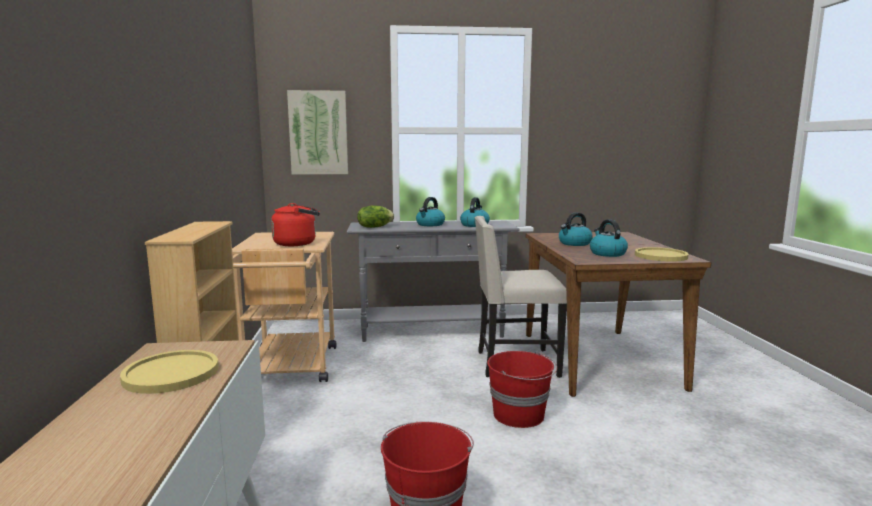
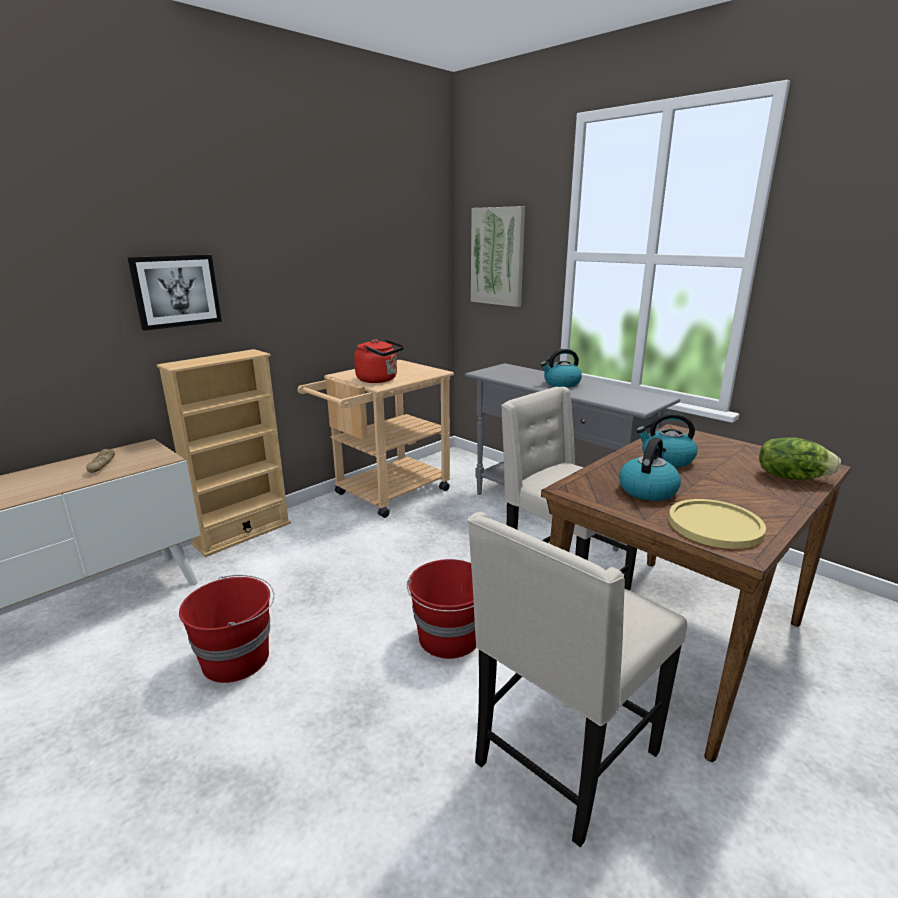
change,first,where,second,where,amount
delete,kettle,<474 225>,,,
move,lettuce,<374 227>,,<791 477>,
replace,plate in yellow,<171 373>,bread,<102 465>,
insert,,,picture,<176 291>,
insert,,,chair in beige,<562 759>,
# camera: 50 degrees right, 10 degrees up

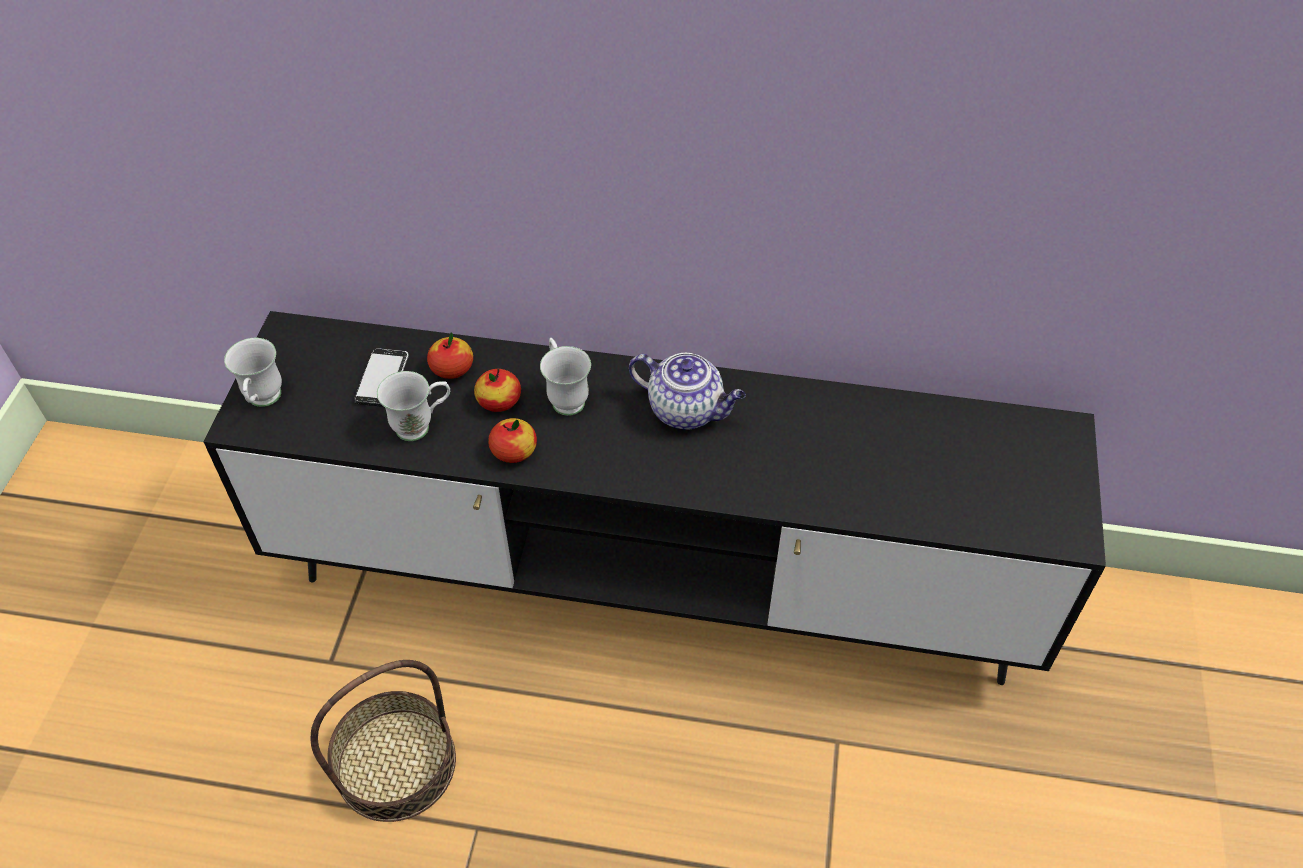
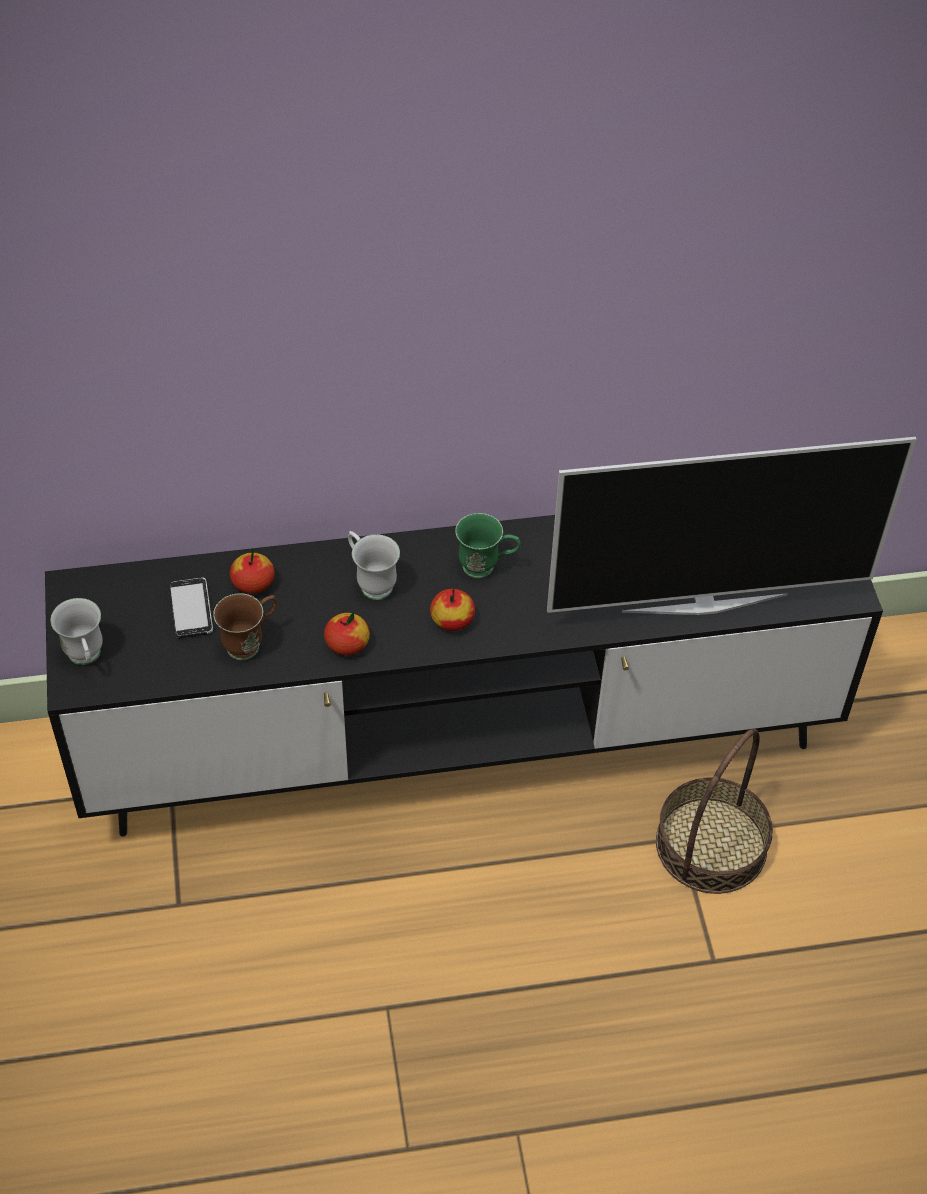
change,first,where,second,where,amount
replace,teapot,<687 410>,mug in green,<486 567>,
move,apple,<499 401>,,<452 620>,
recolor,mug in white,<421 426>,mug in brown,<250 643>,
move,basket,<396 763>,,<710 844>,
insert,,,television,<704 601>,
# camera: 20 degrees left, 0 degrees up

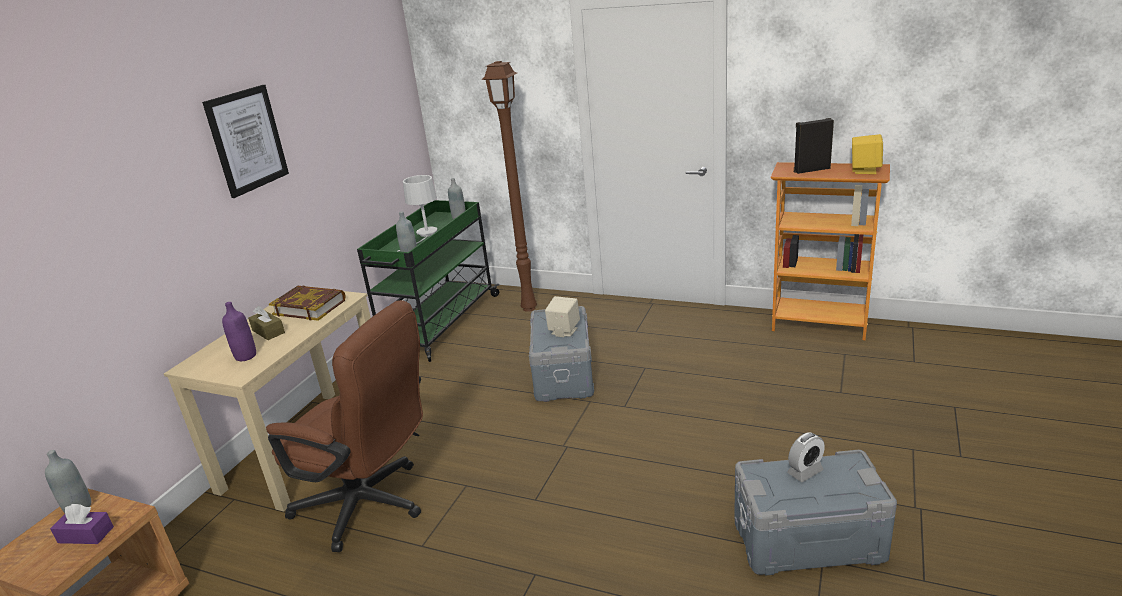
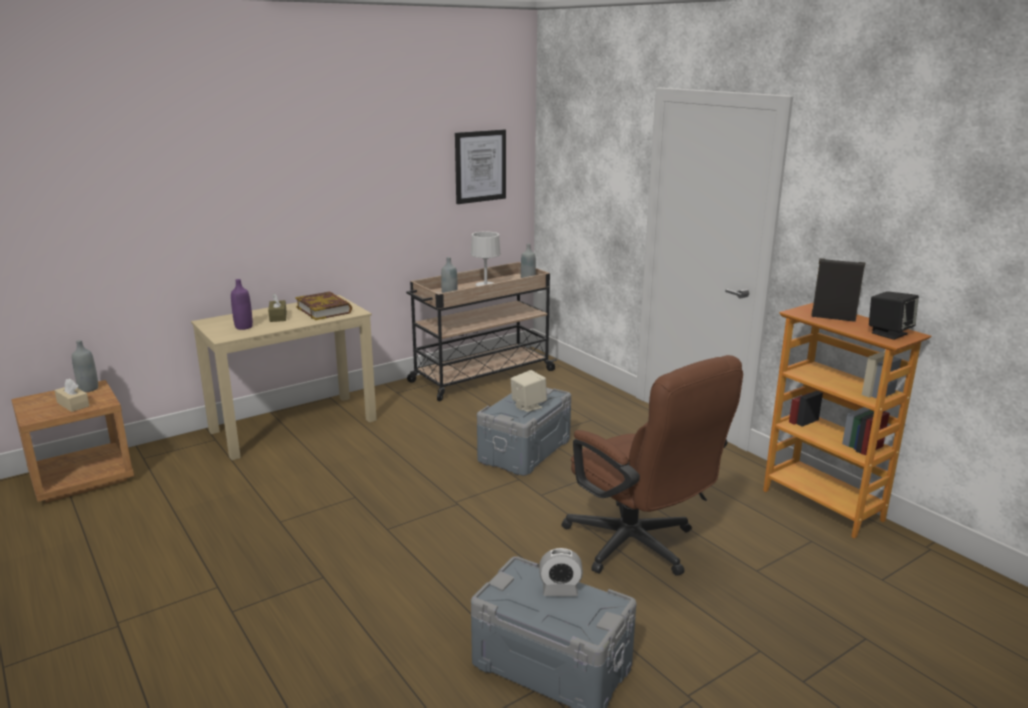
change,first,where,second,where,amount
delete,floor lamp in brown,<530 308>,,,
move,picture,<247 140>,,<480 166>,
recolor,speaker in yellow,<865 170>,speaker in black,<889 333>,
recolor,cart in green,<439 324>,cart in beige,<480 376>,
move,office chair in brown,<371 506>,,<639 548>,
recolor,tissue box in purple,<86 535>,tissue box in beige,<73 404>,
# camera: 30 degrees right, 5 degrees down

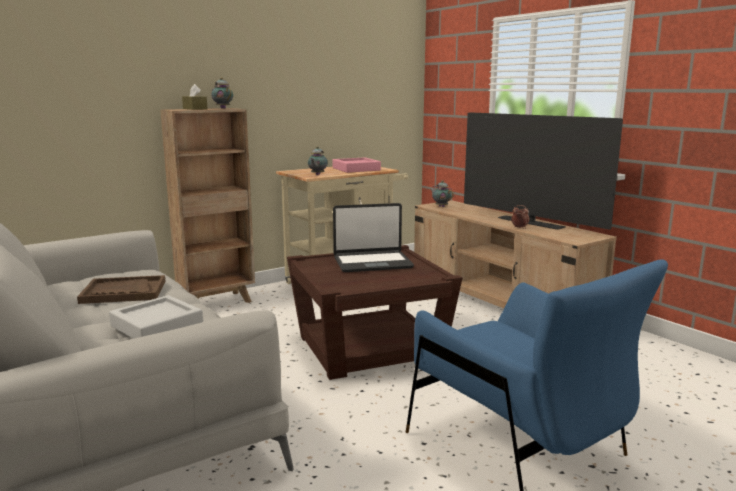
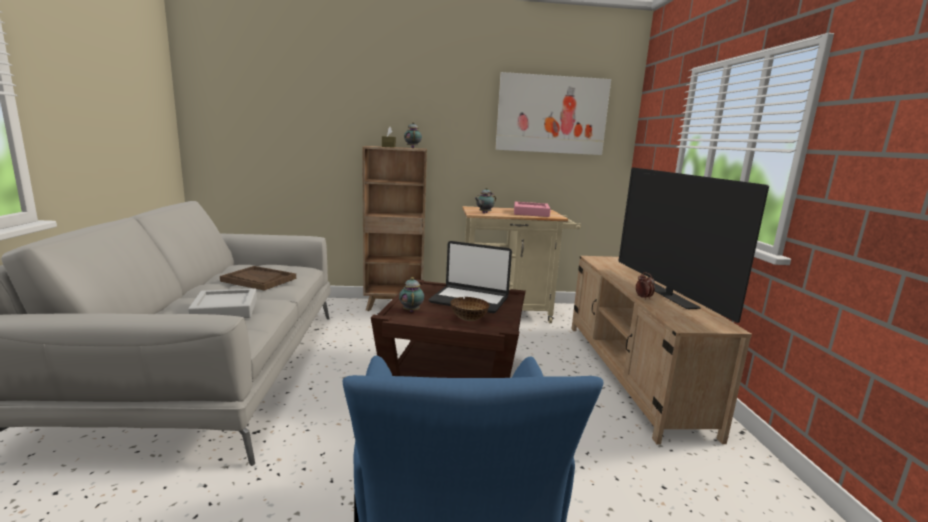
change,first,where,second,where,amount
move,teapot,<441 206>,,<411 310>,
insert,,,picture,<551 115>,
insert,,,bowl,<469 319>,
# camera: 30 degrees right, 0 degrees up

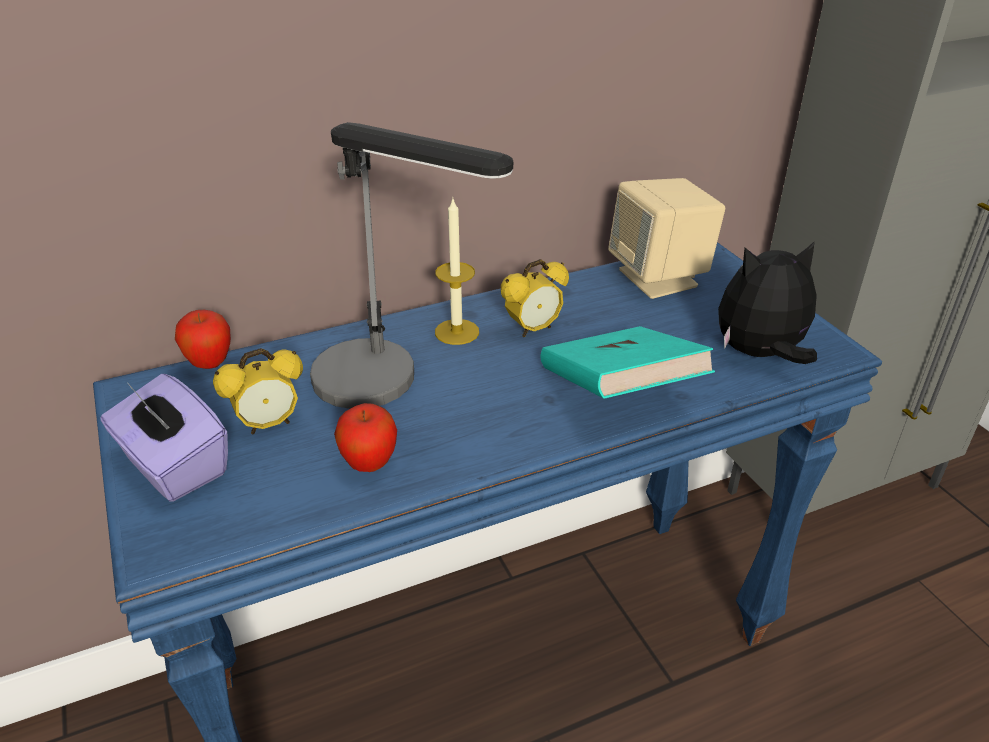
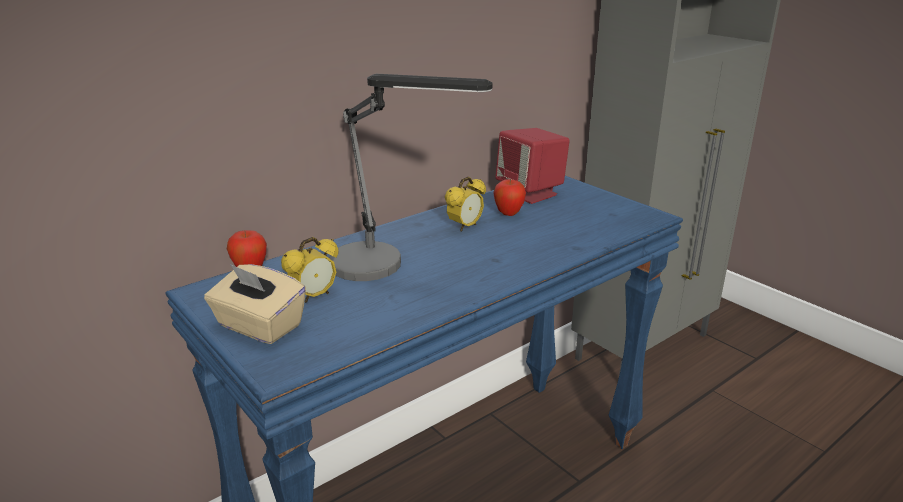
change,first,where,second,where,amount
recolor,speaker in beige,<659 278>,speaker in red,<531 193>,
delete,candle,<457 332>,,,
delete,plush toy,<759 355>,,,
delete,book in turquoise,<618 392>,,,
recolor,tissue box in purple,<173 466>,tissue box in beige,<259 326>,
move,apple,<369 464>,,<508 214>,
# camera: 15 degrees left, 10 degrees down

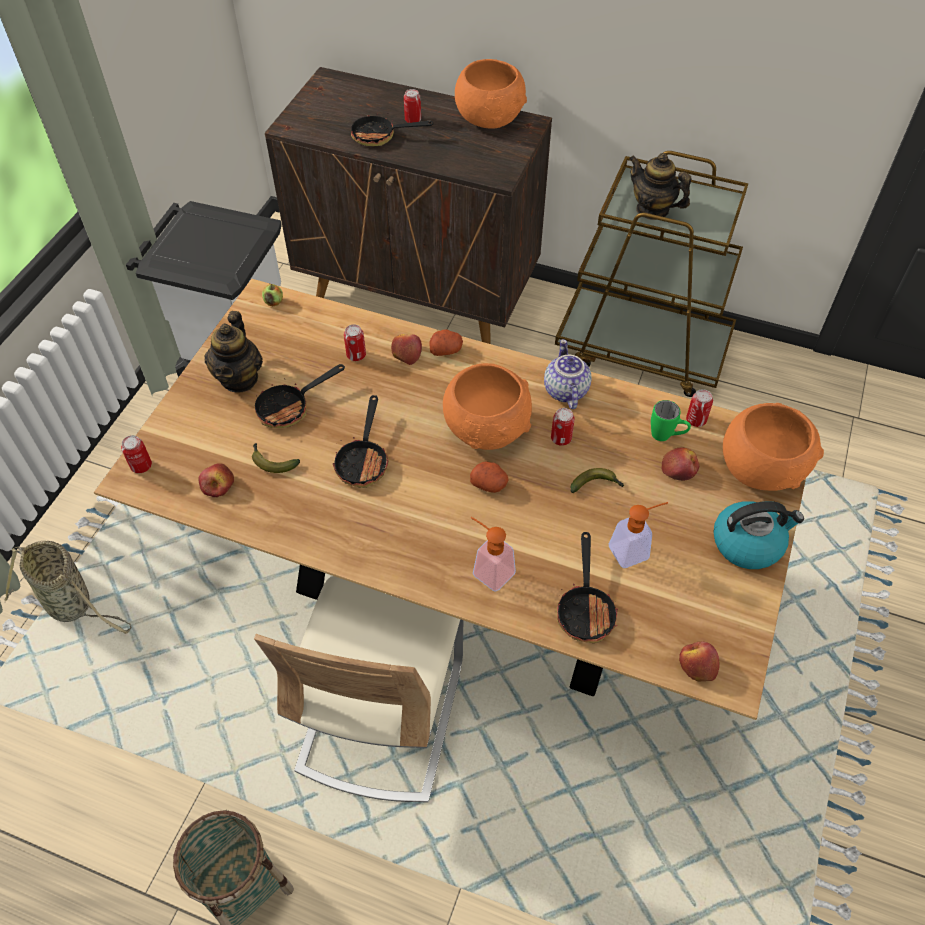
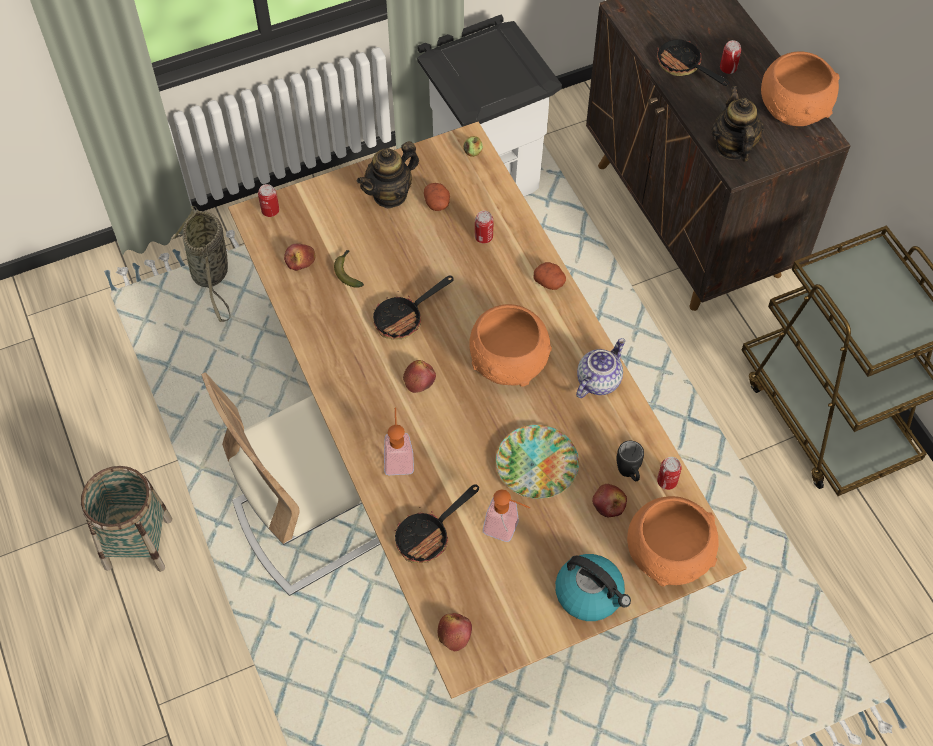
change,first,where,second,where,amount
move,teapot,<652 209>,,<732 147>,
move,apple,<406 353>,,<419 379>,
delete,frying pan,<290 407>,,,
recolor,mug in green,<666 436>,mug in black,<629 474>,
delete,can,<561 438>,,,
move,potato,<489 484>,,<437 203>,
replace,banana,<596 485>,plate,<536 465>,
# camera: 45 degrees right, 5 degrees up

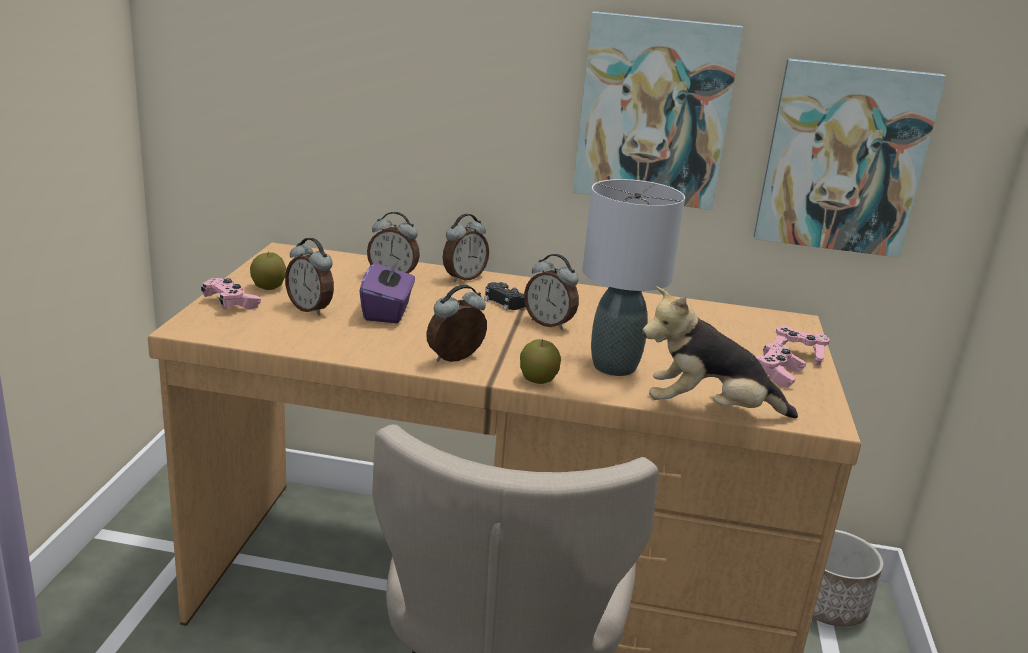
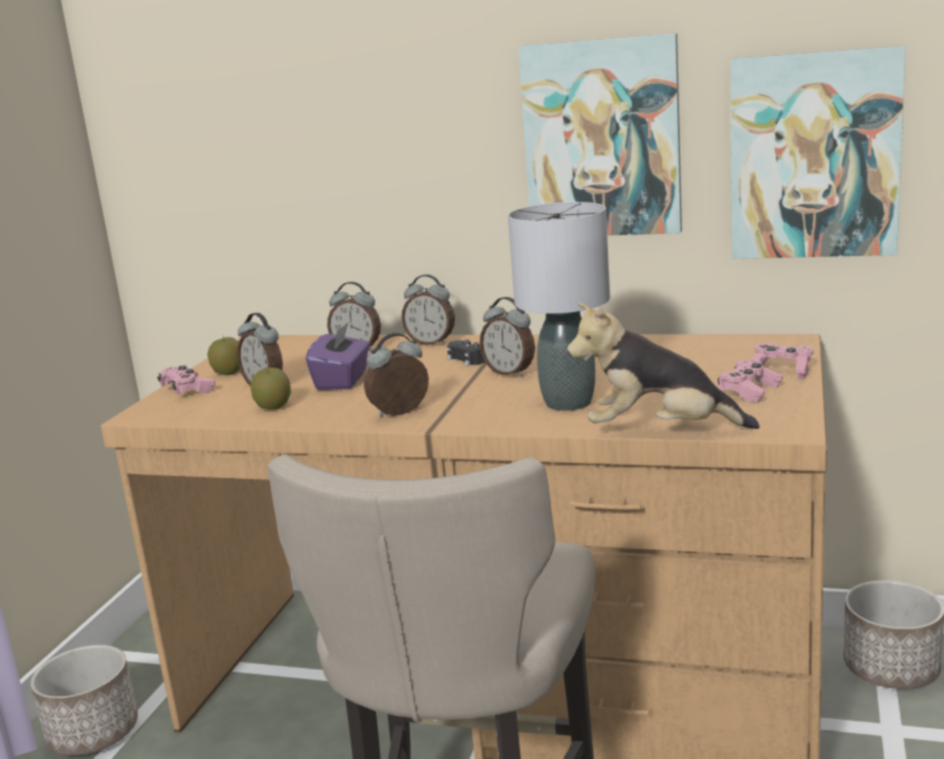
change,first,where,second,where,amount
rotate,alarm clock,<463 278>,,<431 343>,60 degrees clockwise
move,apple,<538 380>,,<273 407>,
insert,,,planter,<94 732>,
# camera: 10 degrees right, 5 degrees down

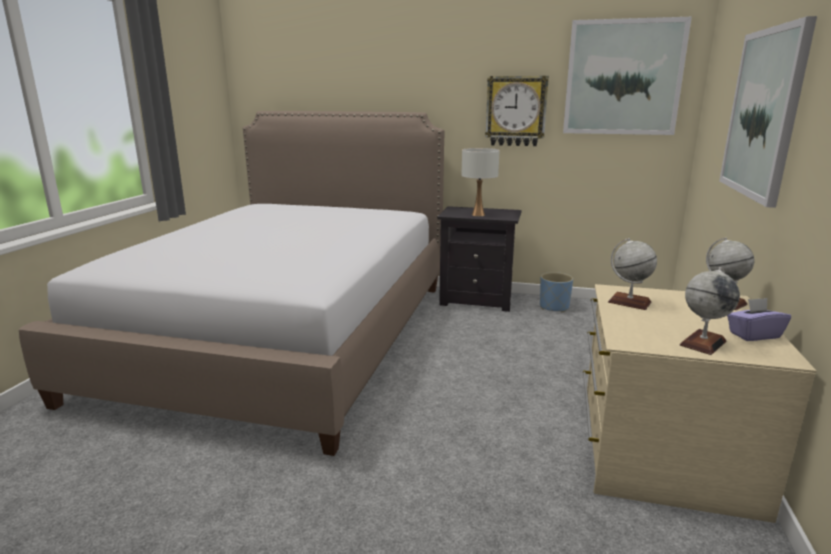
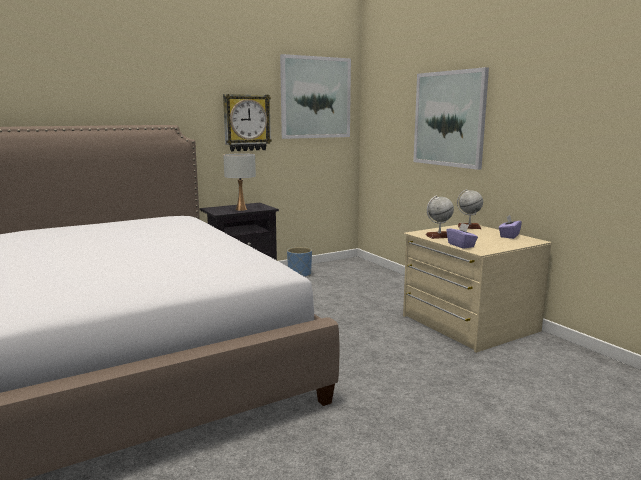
change,first,where,second,where,amount
delete,globe,<702 343>,,,
insert,,,tissue box in purple,<461 245>,
# camera: 45 degrees left, 5 degrees down

